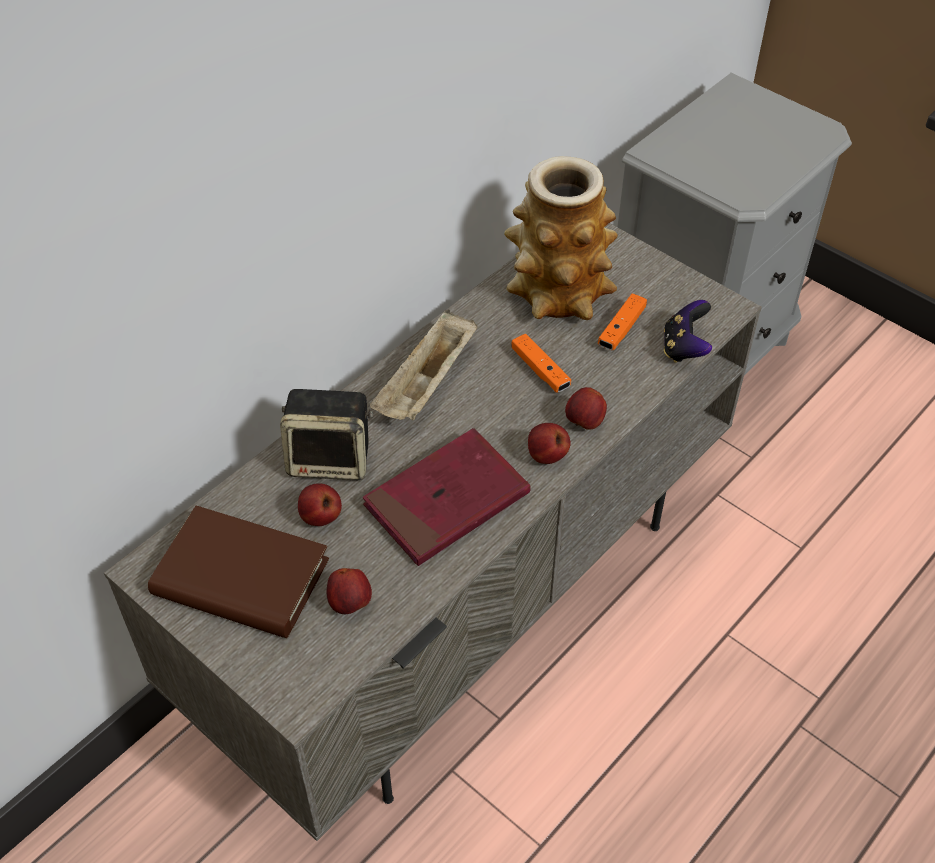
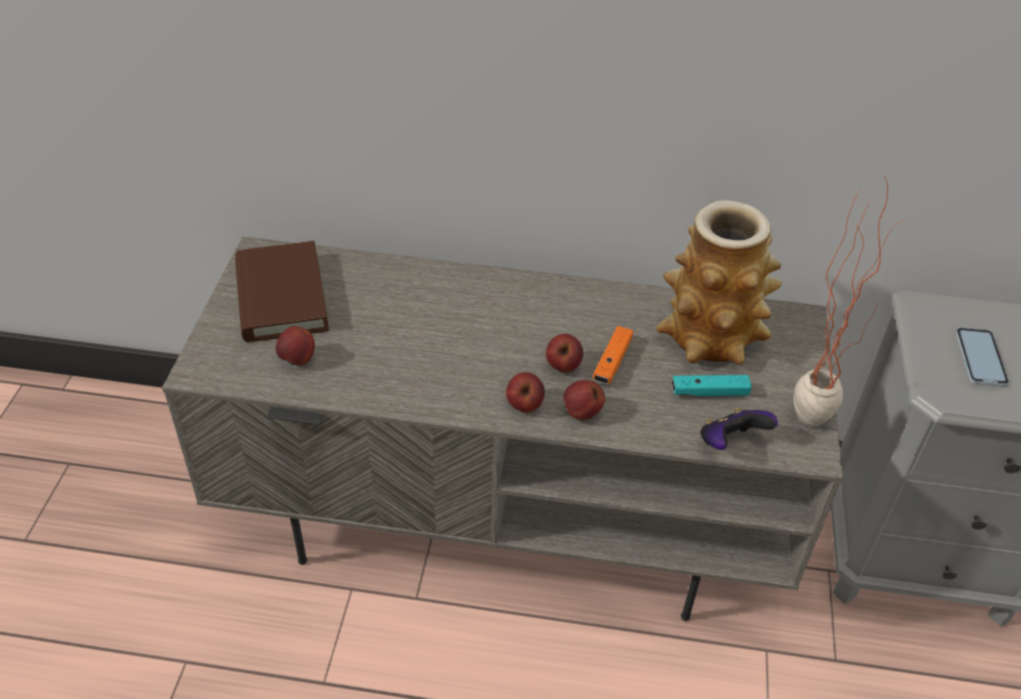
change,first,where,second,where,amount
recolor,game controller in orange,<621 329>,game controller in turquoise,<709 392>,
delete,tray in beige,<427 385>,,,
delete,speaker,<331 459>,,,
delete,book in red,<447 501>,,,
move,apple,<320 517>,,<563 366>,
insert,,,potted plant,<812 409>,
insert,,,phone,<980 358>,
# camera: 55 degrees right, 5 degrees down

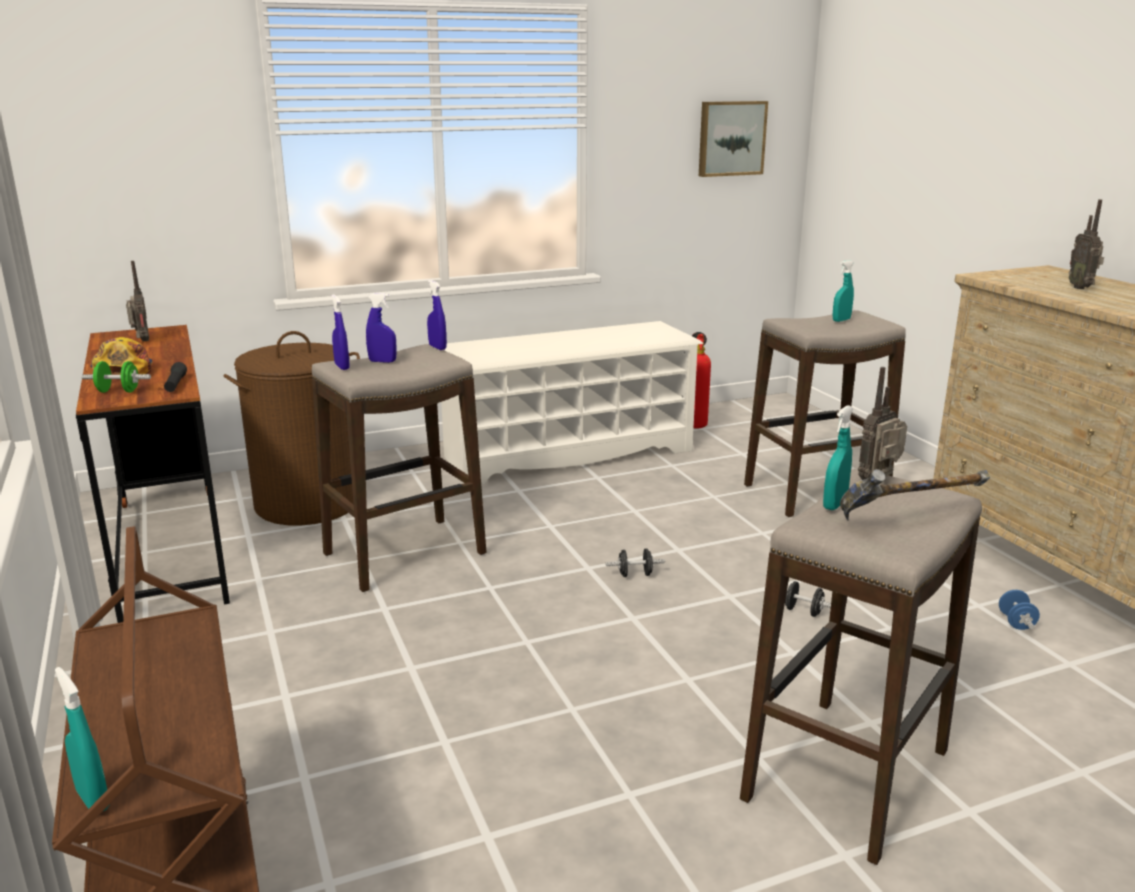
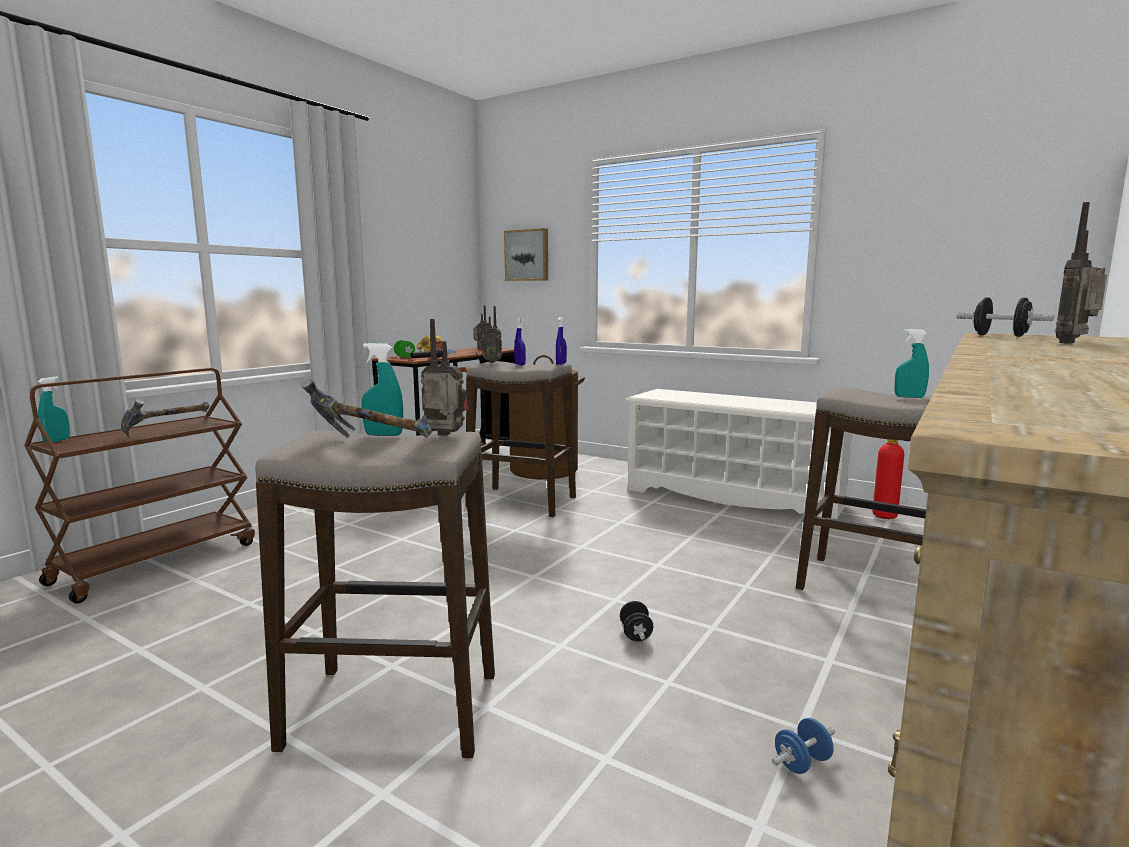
change,first,where,second,where,amount
move,picture,<730 138>,,<527 255>,
replace,spray bottle in blue,<342 367>,radio,<492 362>,
move,dumbbell in black,<635 574>,,<1000 336>,
insert,,,hammer,<169 432>,
# camera: 55 degrees right, 10 degrees down

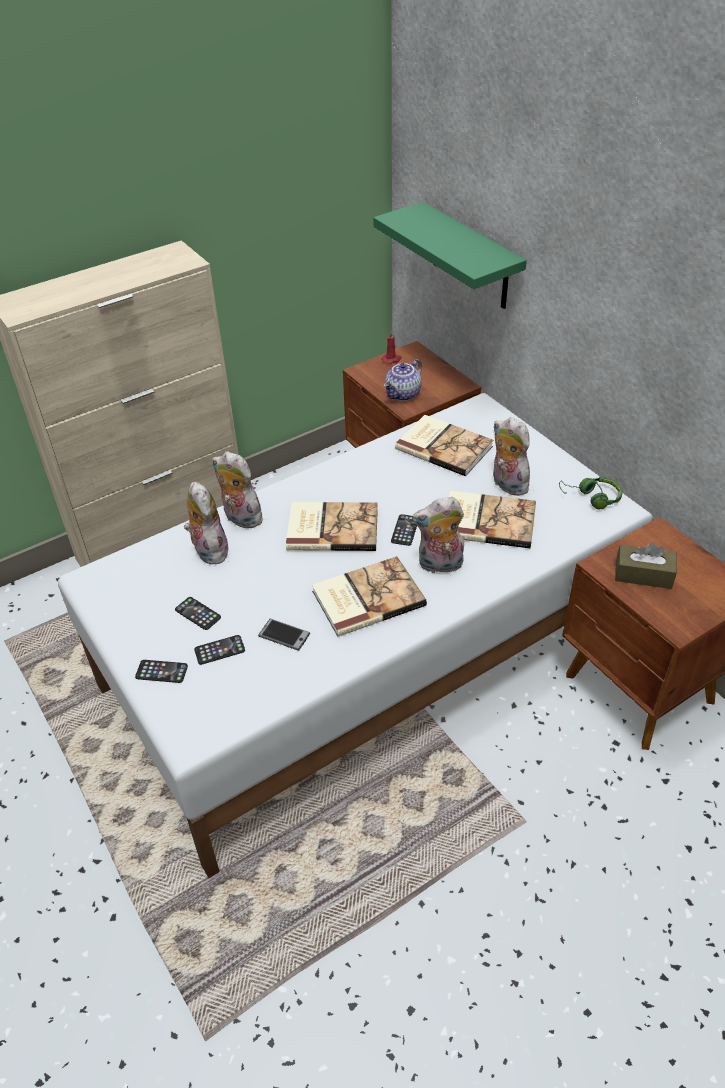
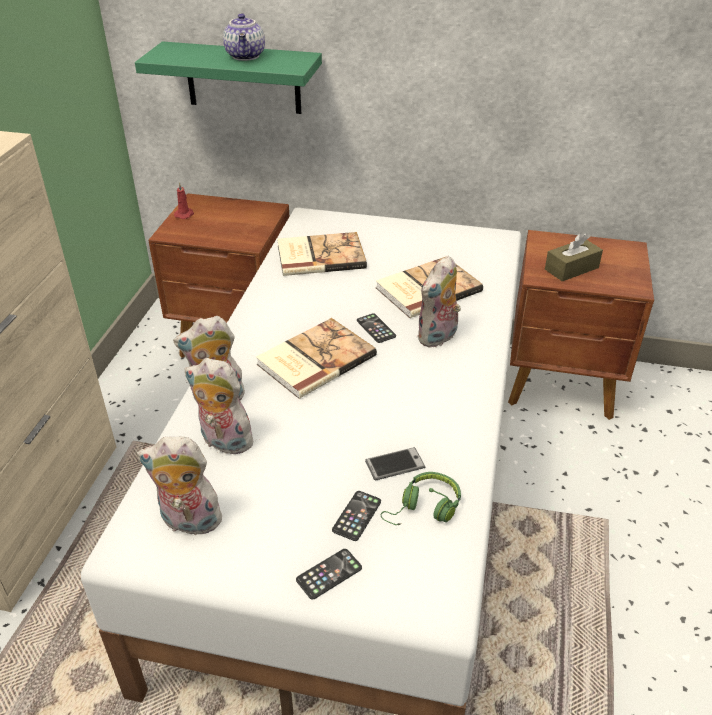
change,first,where,second,where,amount
move,teapot,<403 395>,,<246 56>,
move,plush toy,<506 484>,,<188 522>,
move,headphones in green,<592 497>,,<424 508>,
delete,book,<366 597>,,,
delete,phone,<198 613>,,,
# camera: 45 degrees left, 5 degrees down

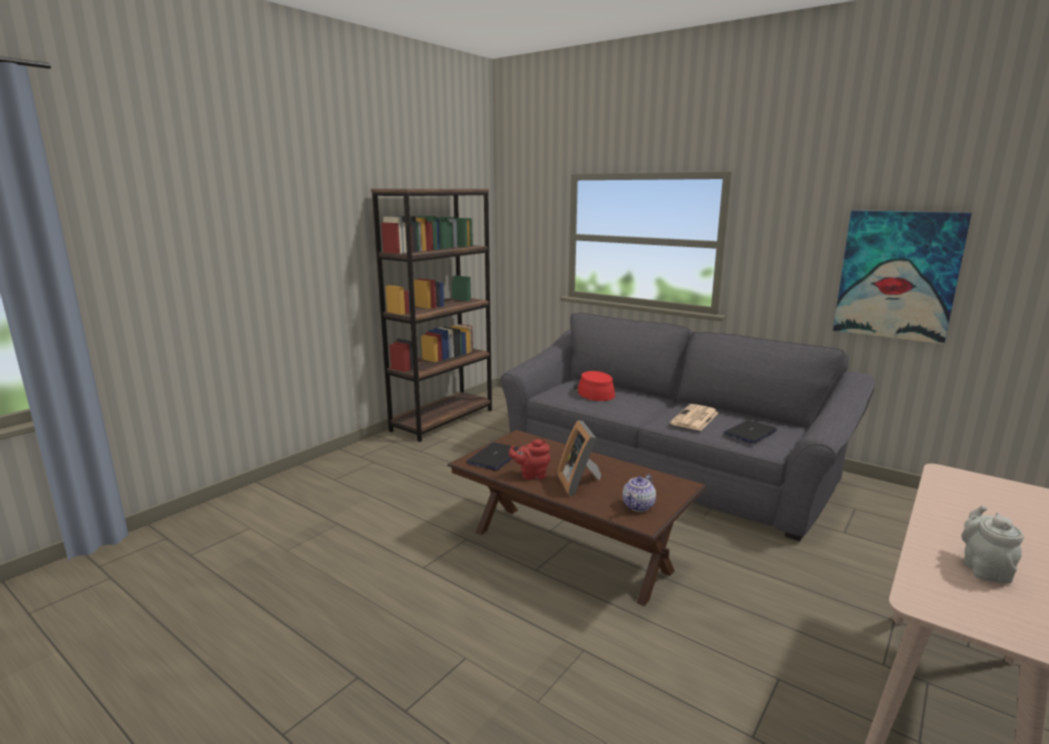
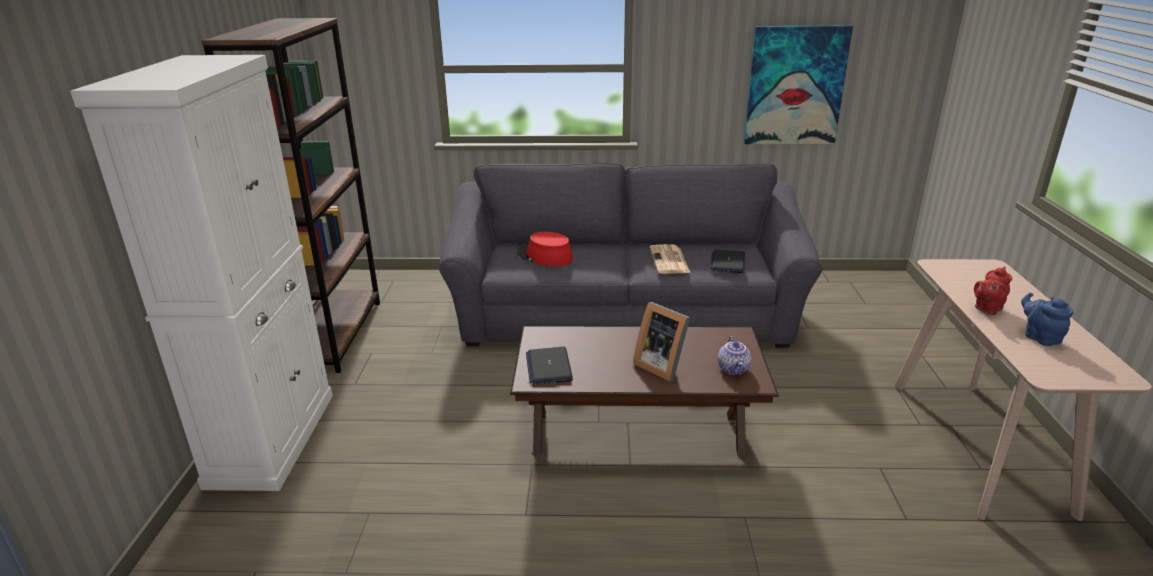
change,first,where,second,where,amount
move,teapot in red,<531 475>,,<987 309>,
recolor,teapot in grey,<984 569>,teapot in blue,<1039 337>,
insert,,,cabinet in white,<273 438>,
# camera: 35 degrees left, 10 degrees up

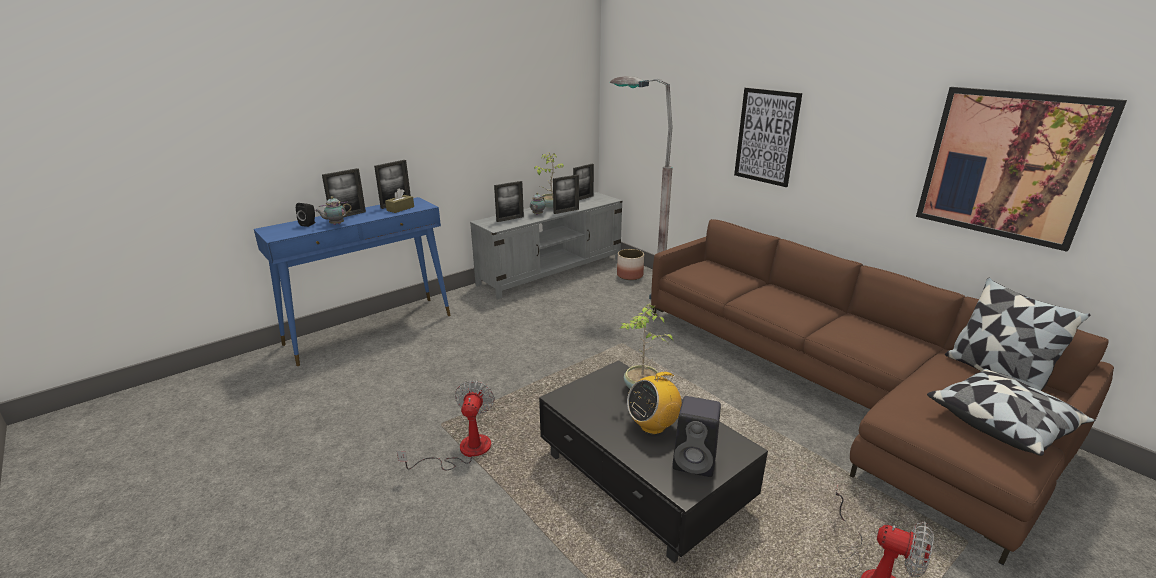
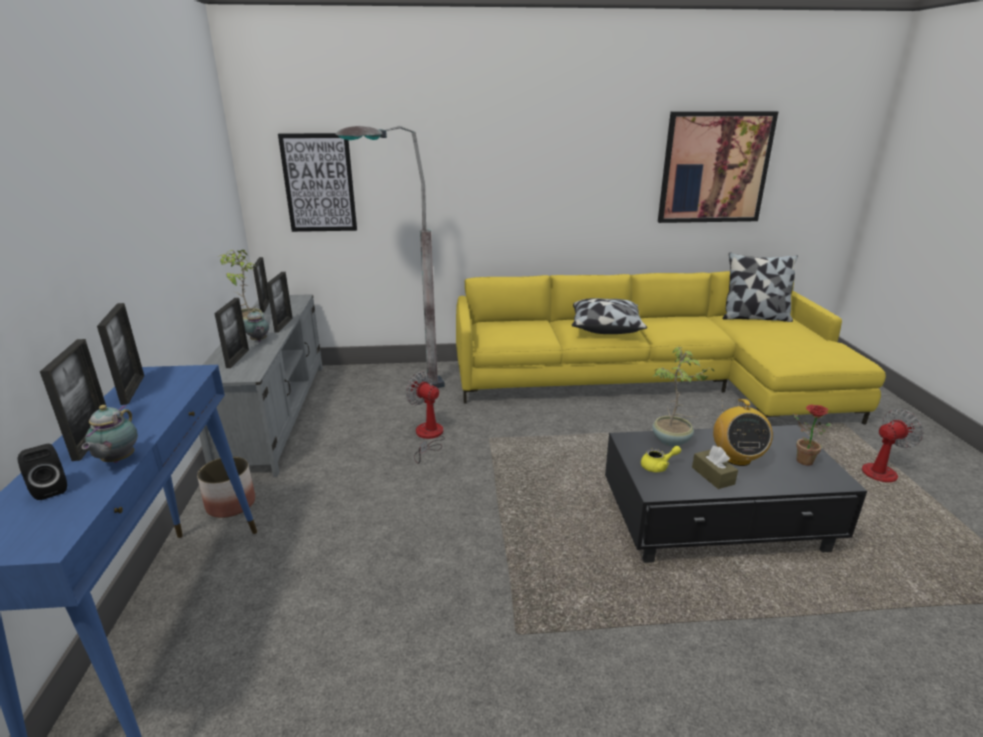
change,first,where,second,where,amount
move,picture,<766 136>,,<319 183>,
move,tissue box in brown,<400 208>,,<713 476>,
recolor,sofa in brown,<837 388>,sofa in yellow,<656 381>,
move,planter,<629 275>,,<231 505>,
move,pillow,<1002 423>,,<605 327>,
move,fan,<464 451>,,<428 437>,
replace,speaker in black,<696 462>,potted plant,<801 459>,
insert,,,teapot in yellow,<658 466>,
# camera: 55 degrees left, 0 degrees up

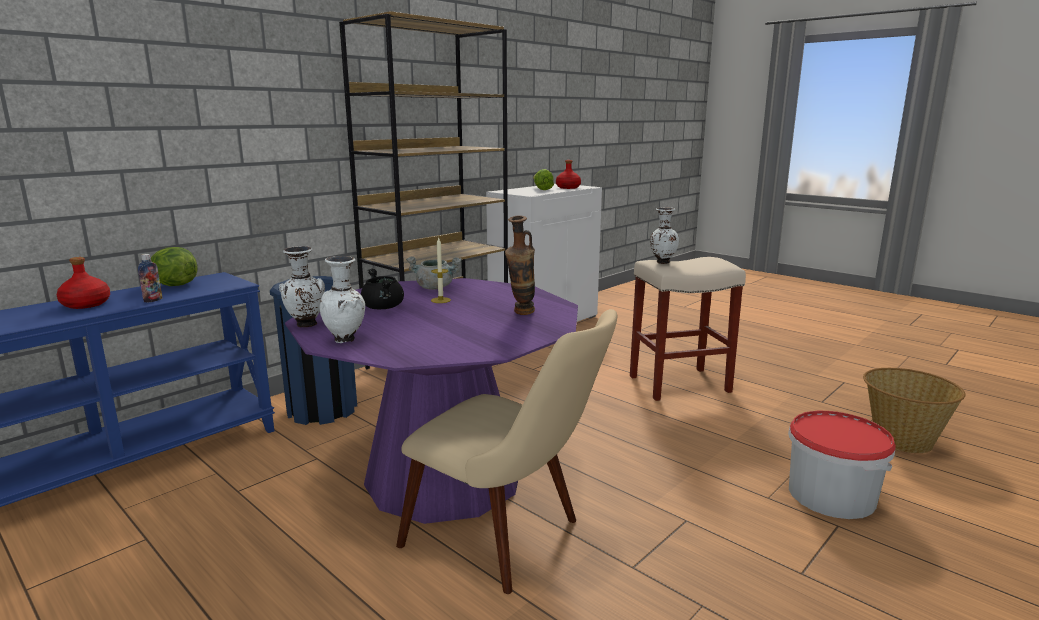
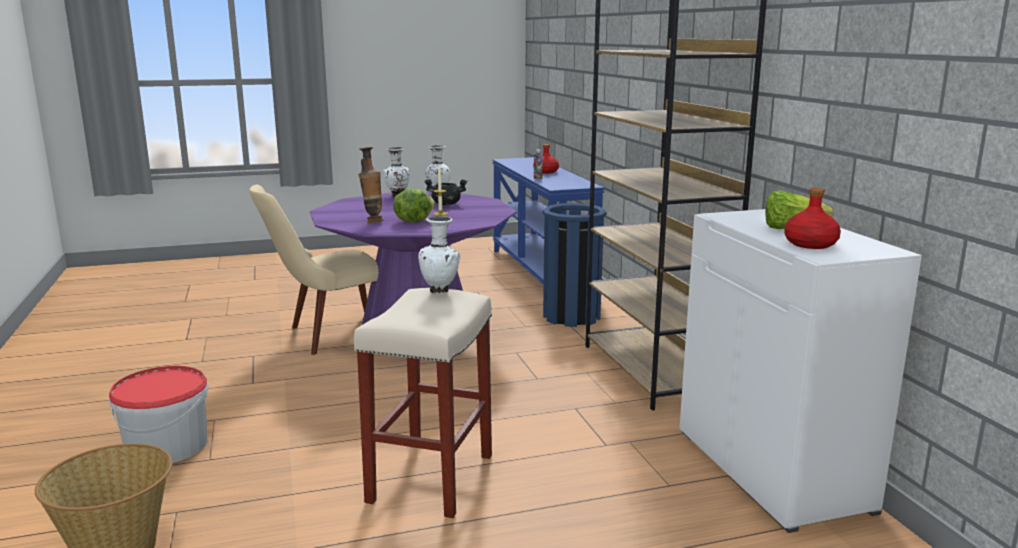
change,first,where,second,where,amount
move,lettuce,<174 285>,,<413 221>,
delete,cooking pot in grey,<435 288>,,,
# camera: 120 degrees right, 0 degrees up

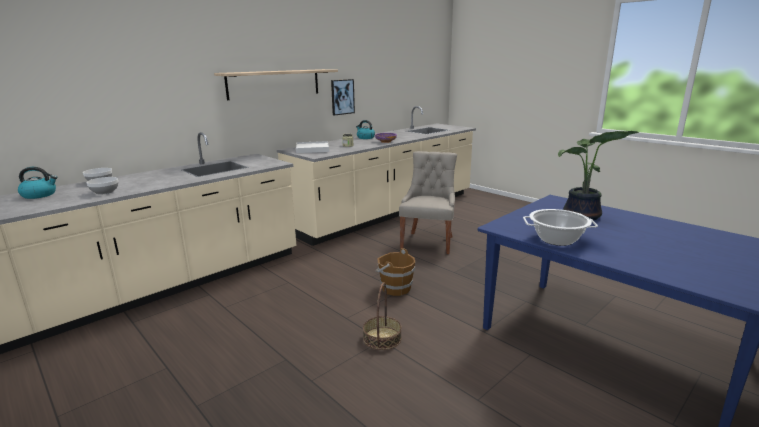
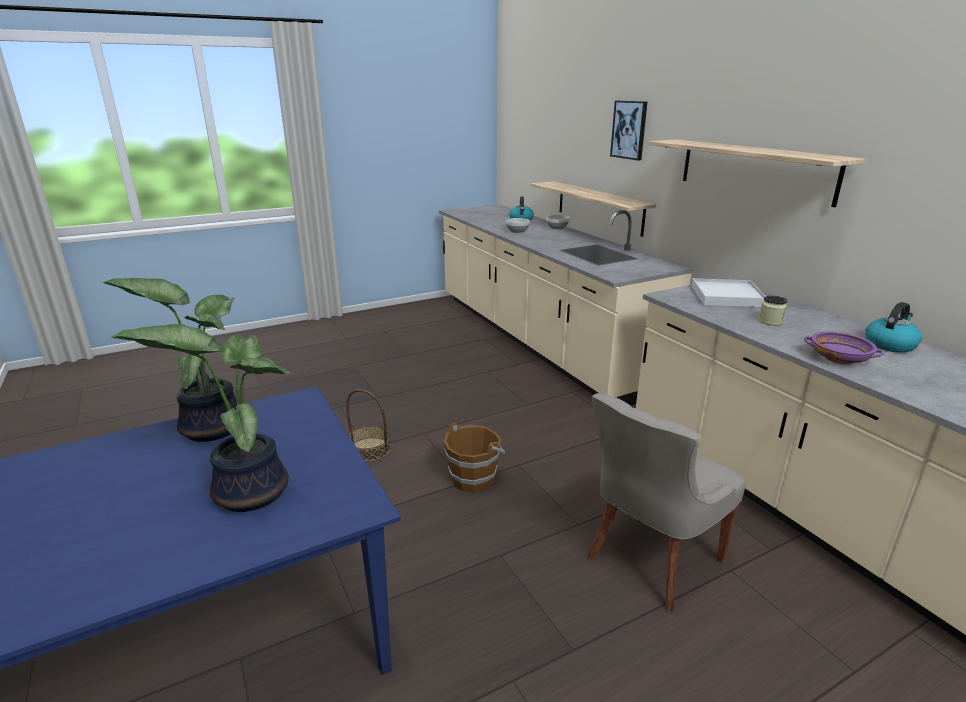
change,first,where,second,where,amount
move,picture,<342 97>,,<629 130>,
rotate,chair in grey,<428 242>,,<650 559>,105 degrees clockwise
replace,cooking pot,<556 239>,potted plant,<211 426>,
insert,,,shelf,<599 207>,
# camera: 105 degrees right, 5 degrees up

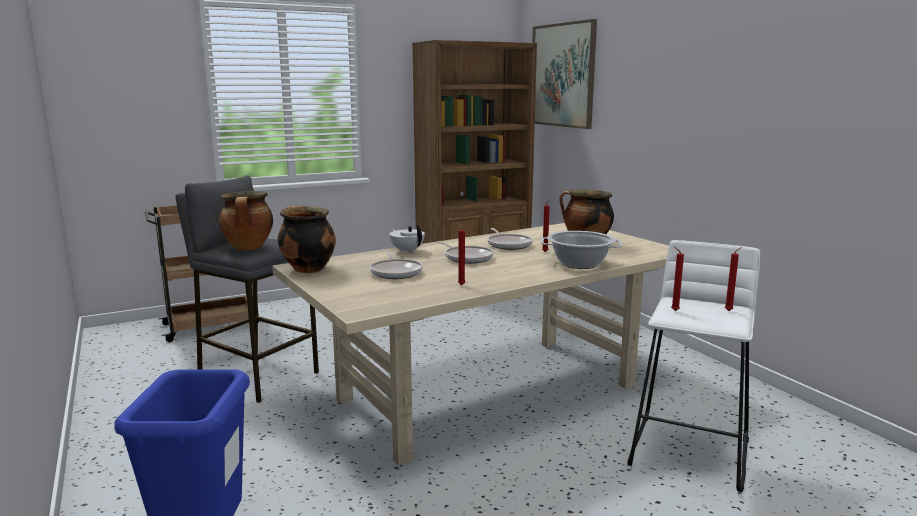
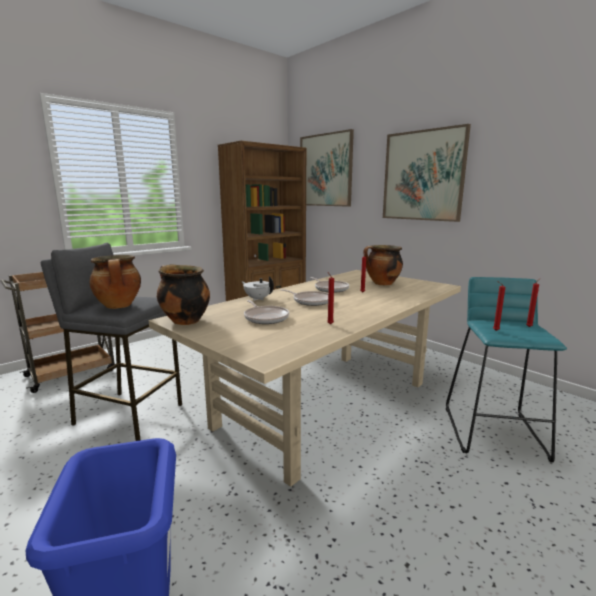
change,first,where,second,where,amount
delete,cooking pot,<580 264>,,,
recolor,stool in white,<690 451>,stool in turquoise,<494 432>,
insert,,,picture,<423 176>,
# camera: 15 degrees left, 0 degrees up

